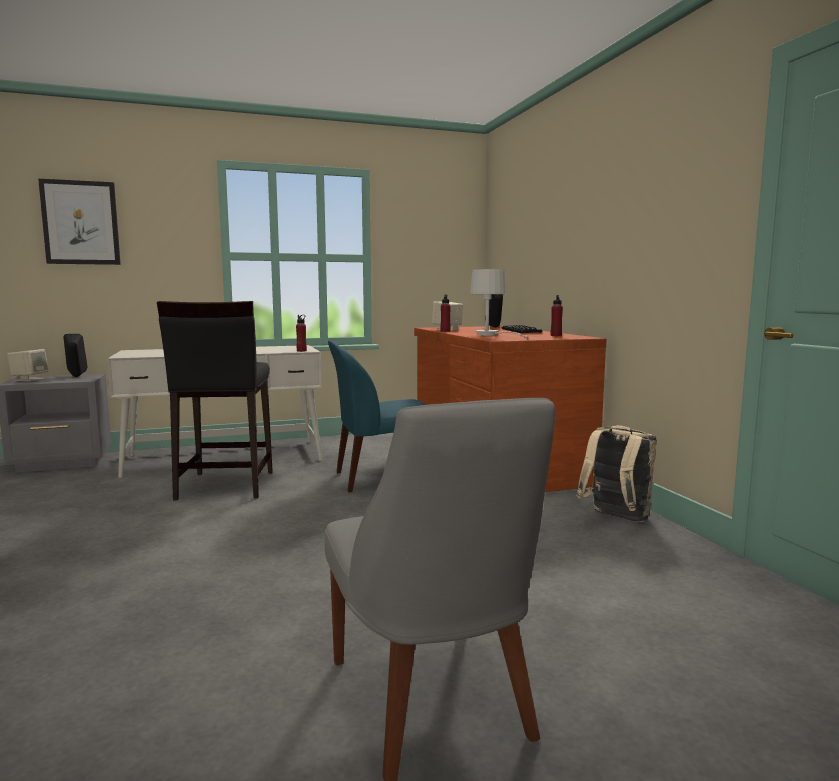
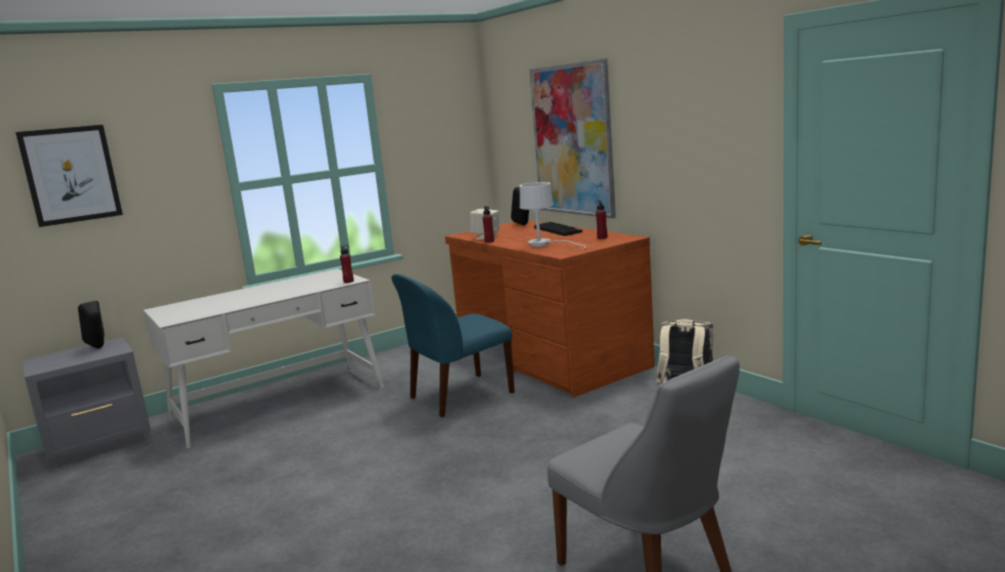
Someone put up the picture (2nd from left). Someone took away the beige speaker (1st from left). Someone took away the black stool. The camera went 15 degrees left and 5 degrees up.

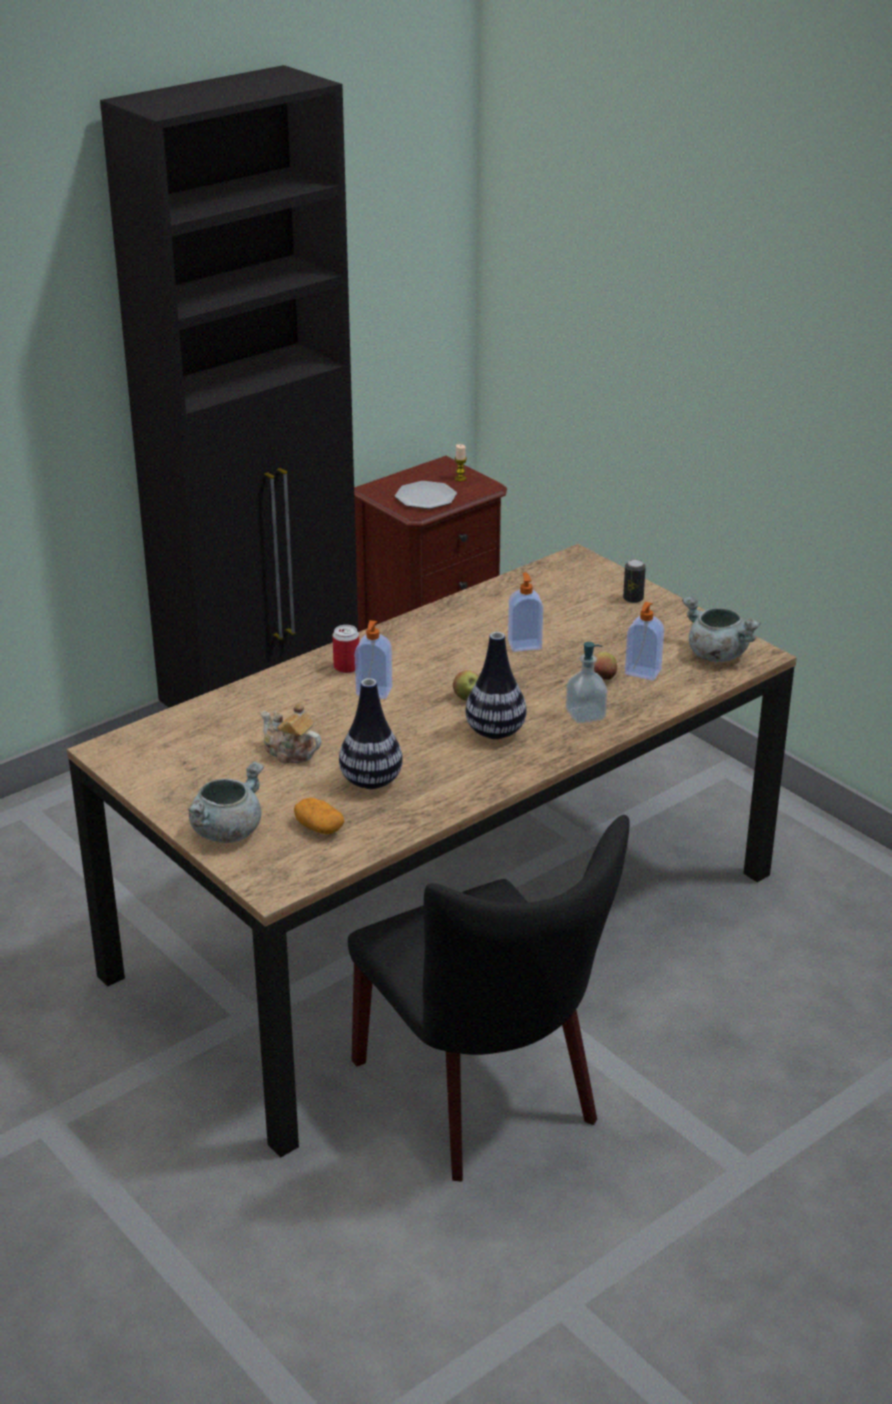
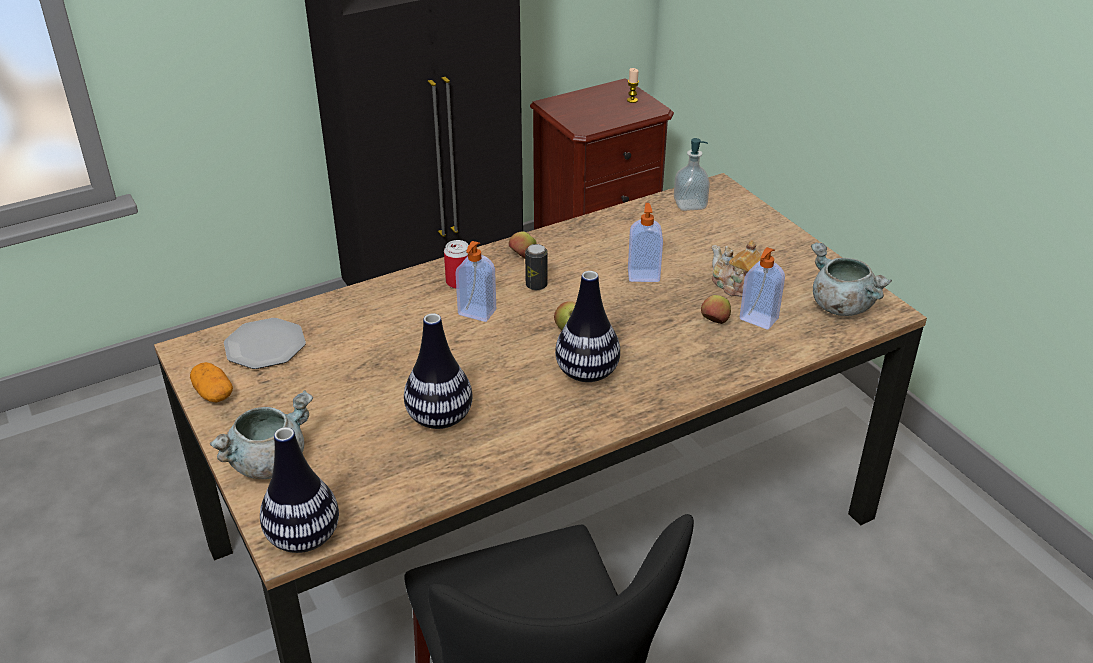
Someone carried the potato. Someone carried the plate. Someone put down the vase (1st from left). Someone put down the apple (1st from left). Someone carried the can (2nd from left). Someone carried the soap dispenser (3rd from left). Someone carried the teapot. The camera went 10 degrees right and 5 degrees up.

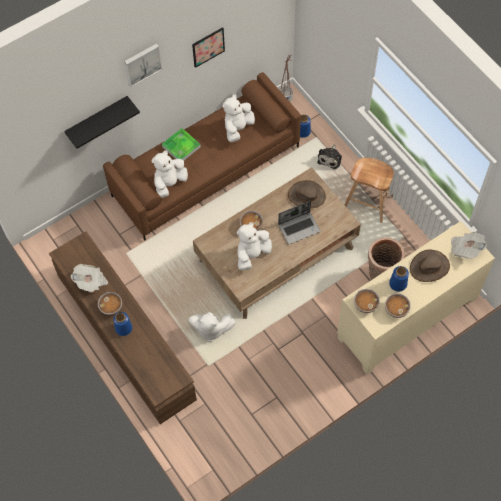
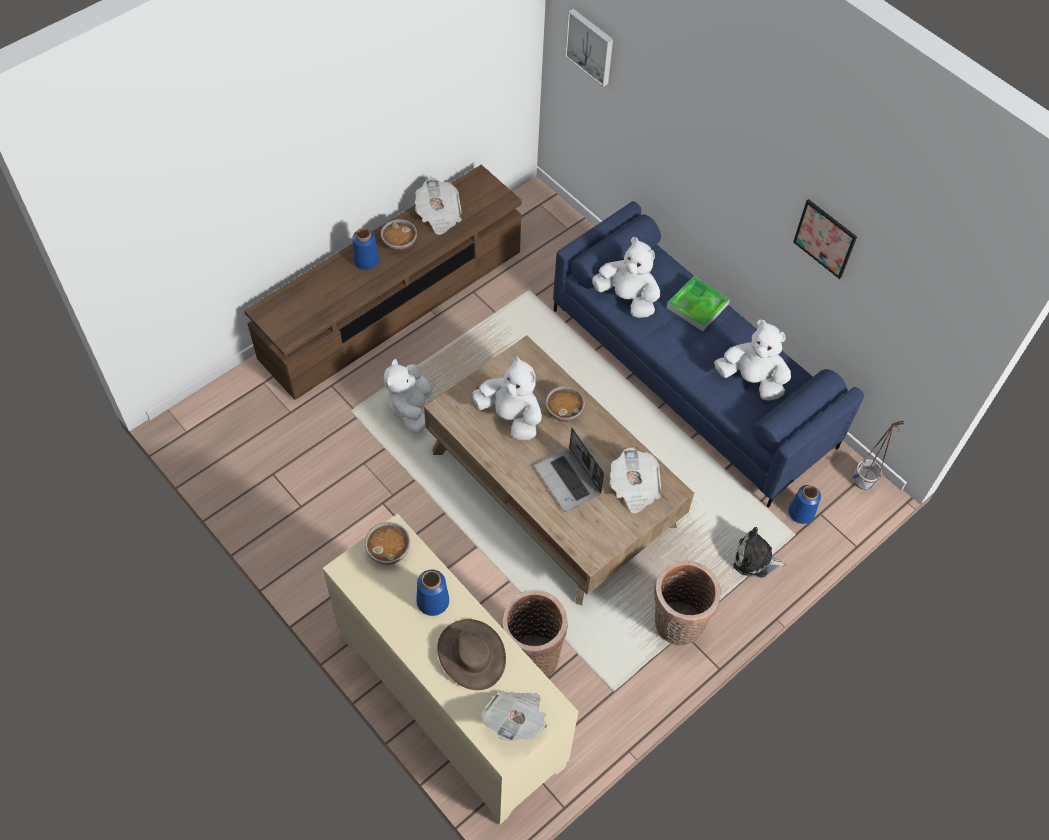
Someone repainted the brown sofa, which became the blue sofa. Someone carried the picture (1st from left). Someone swapped the brown hat (1st from left) for the newspaper (3rd from left). Someone swapped the brown stool for the basket (2nd from left). Someone took away the black shelf. Someone took away the bowl (4th from left). The camera went 80 degrees right and 5 degrees down.

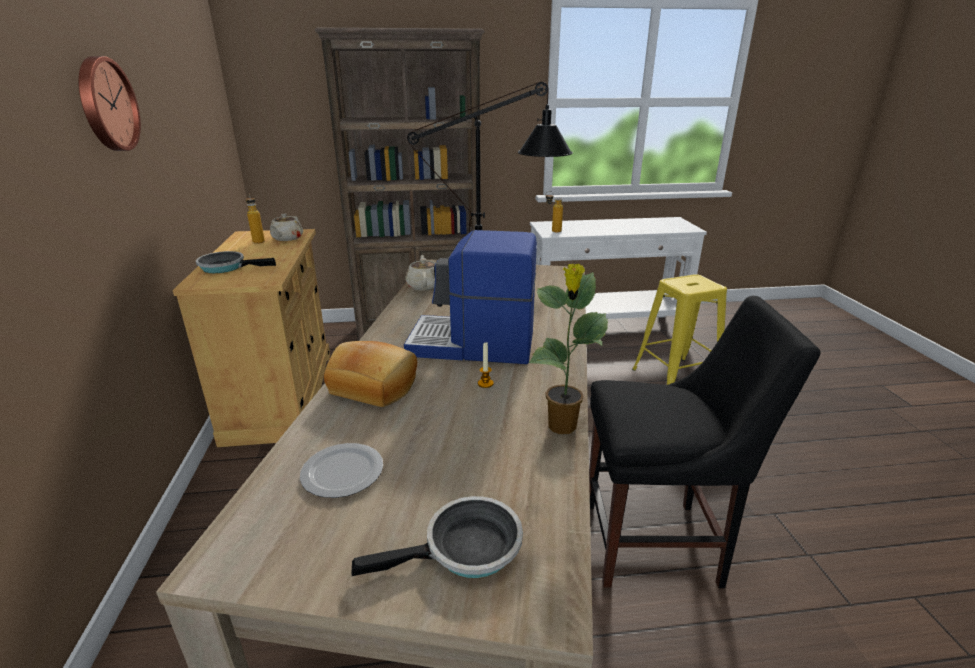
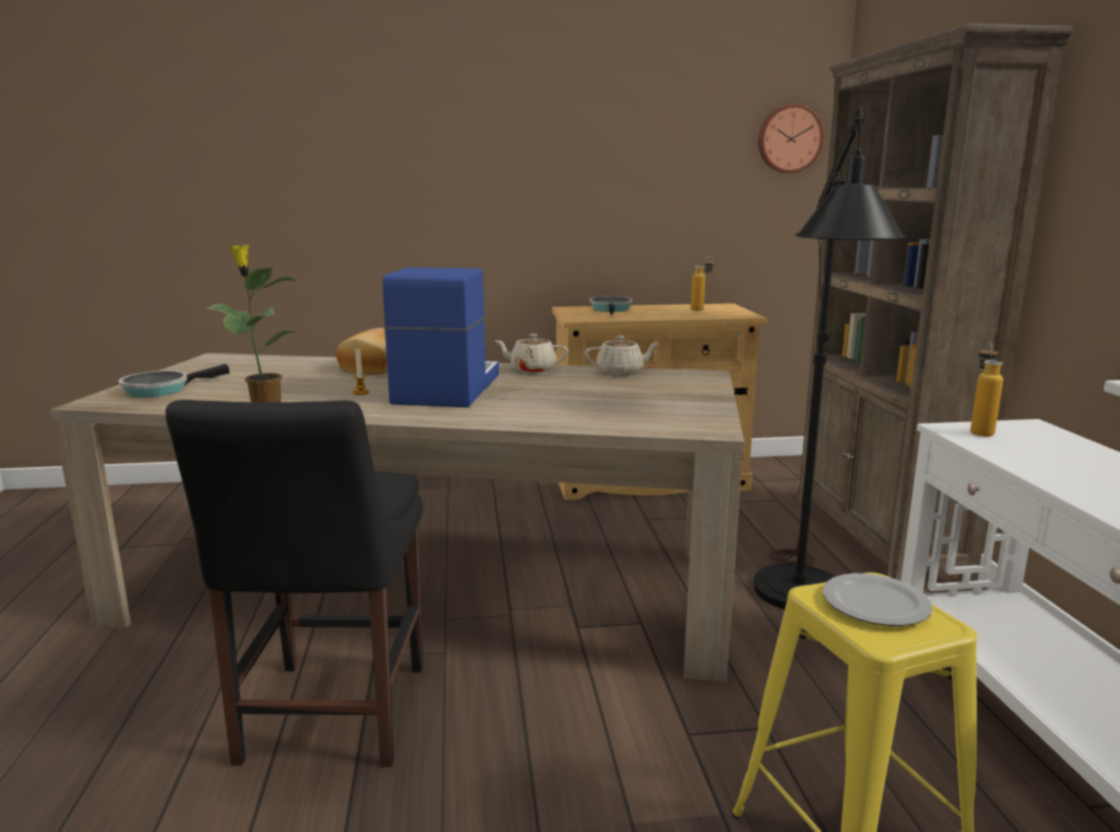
Someone rotated the frying pan (2nd from left in the first image) by 60 degrees clockwise. Someone carried the beige teapot (1st from left). Someone carried the wall clock. Someone carried the plate. The camera went 90 degrees right and 10 degrees down.

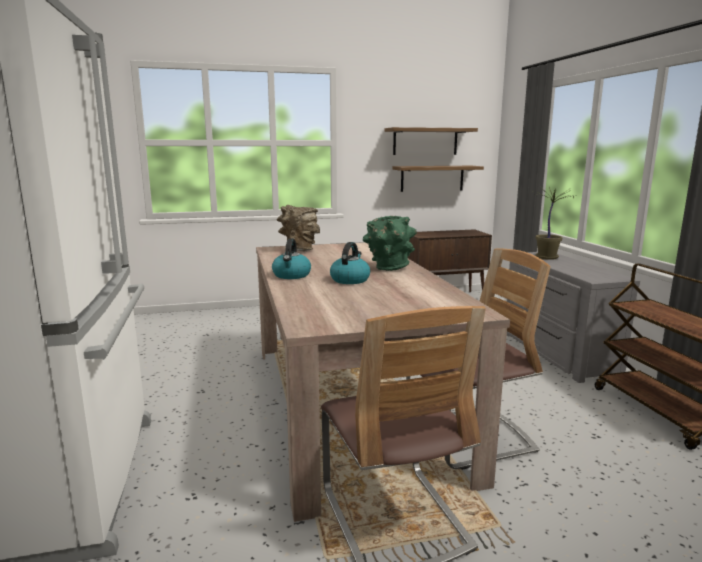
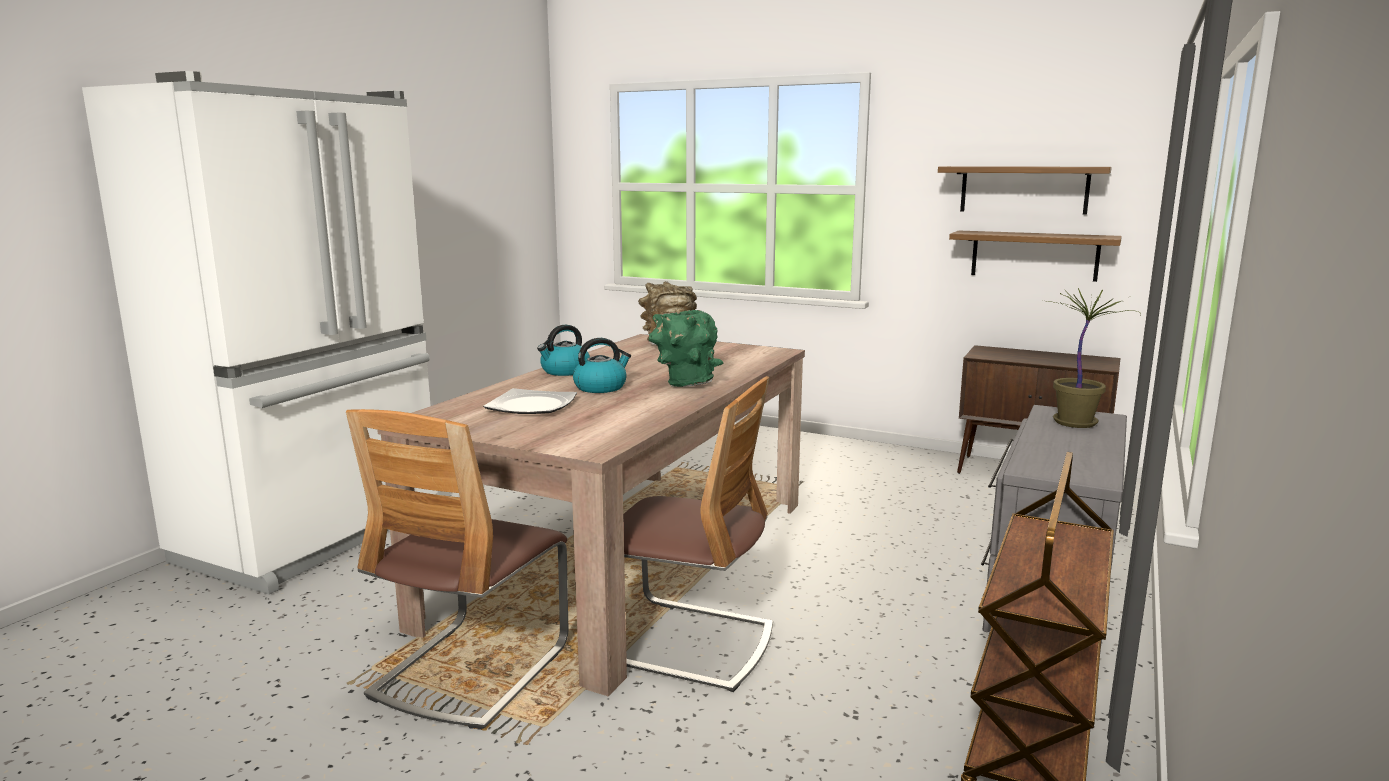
Someone put down the plate. The camera went 40 degrees right and 0 degrees up.

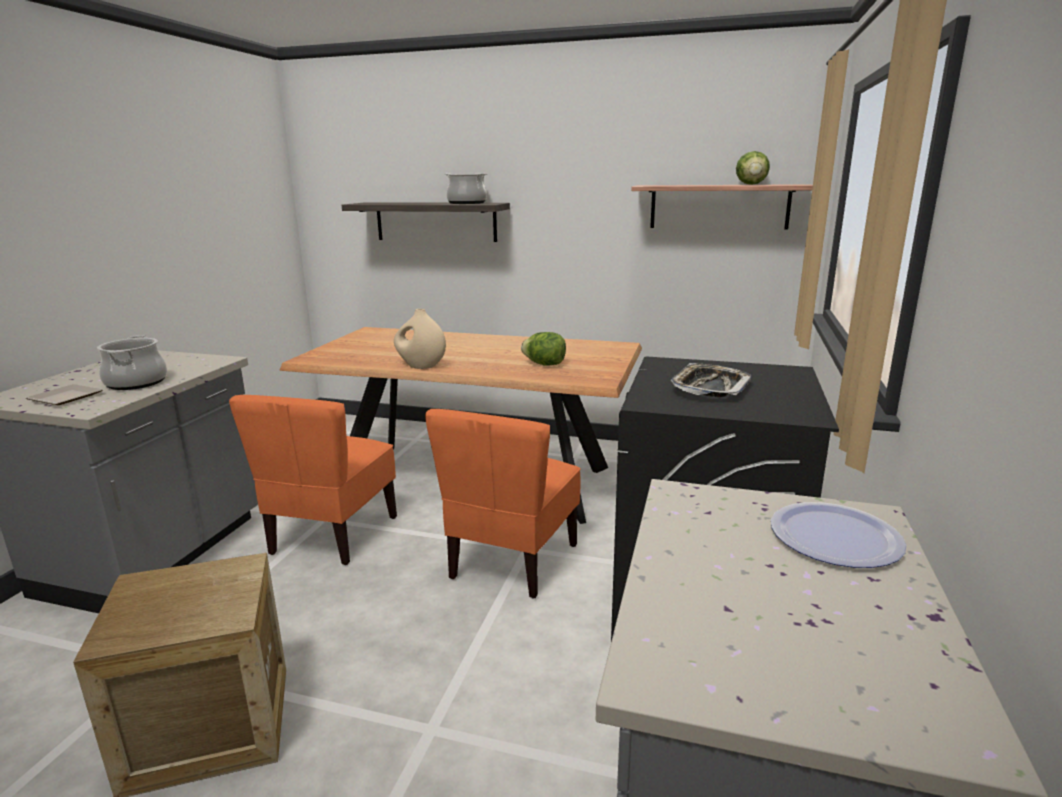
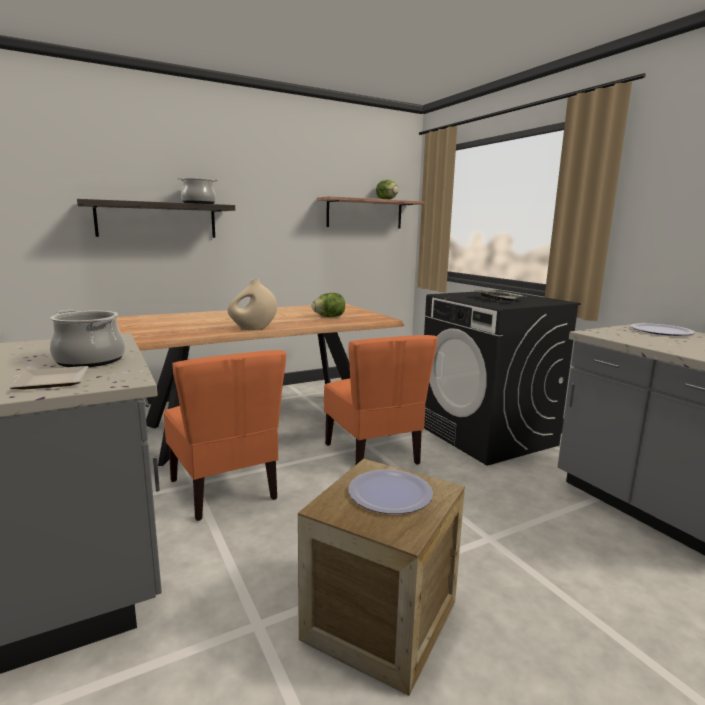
Someone put down the plate (2nd from left). The camera went 45 degrees left and 5 degrees down.

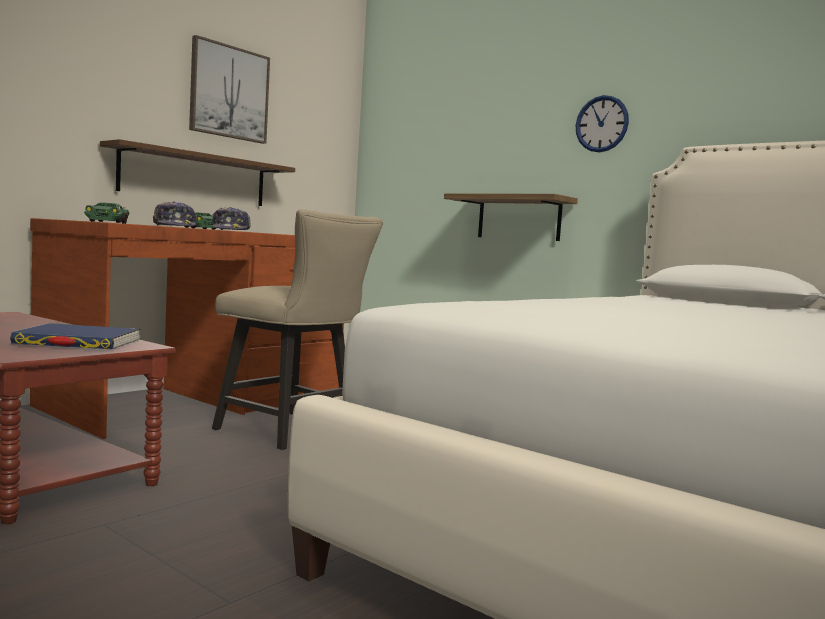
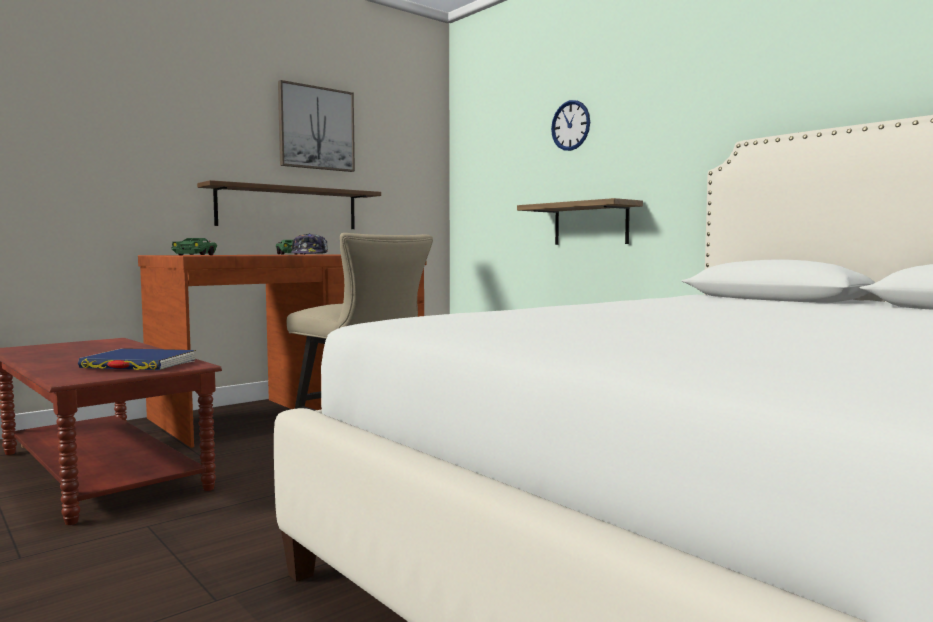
Someone carried the wall clock. Someone took away the cap (1st from left). The camera went 10 degrees right and 0 degrees up.

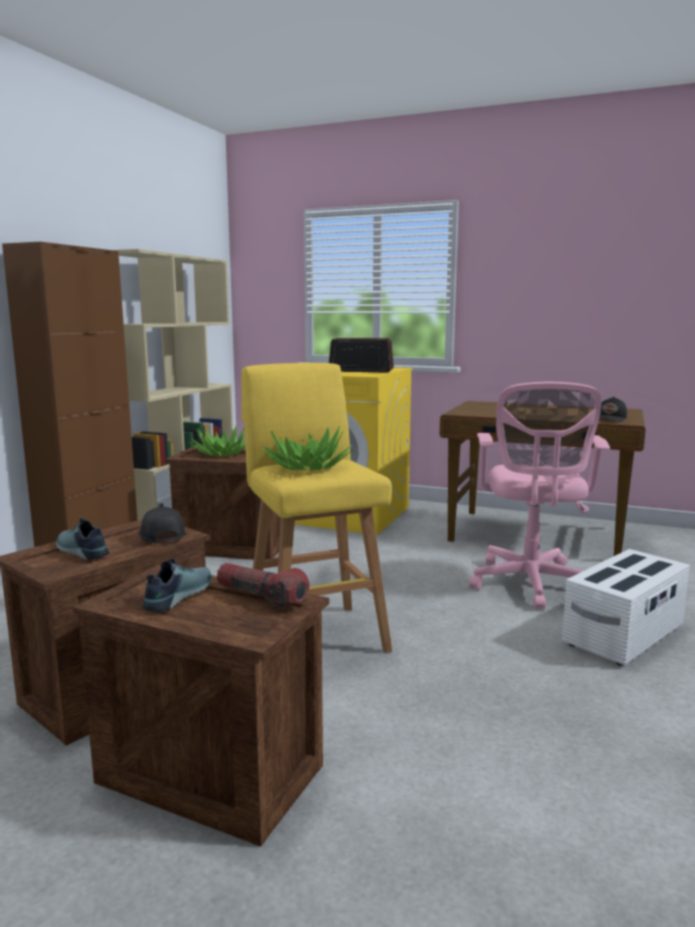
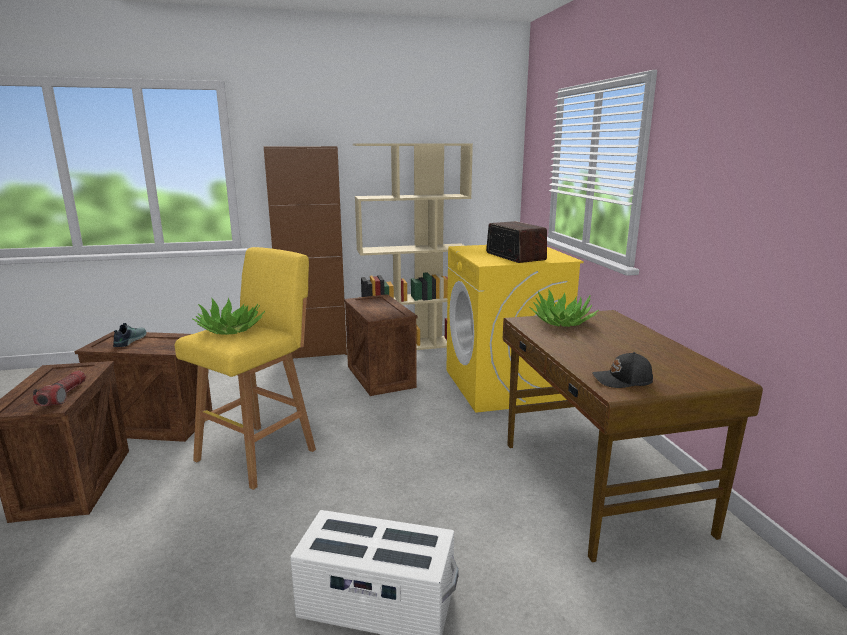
Someone carried the potted plant (1st from left in the first image). Someone took away the black cap (1st from left). Someone took away the shoe (2nd from left). Someone took away the pink office chair. The camera went 55 degrees right and 5 degrees up.

